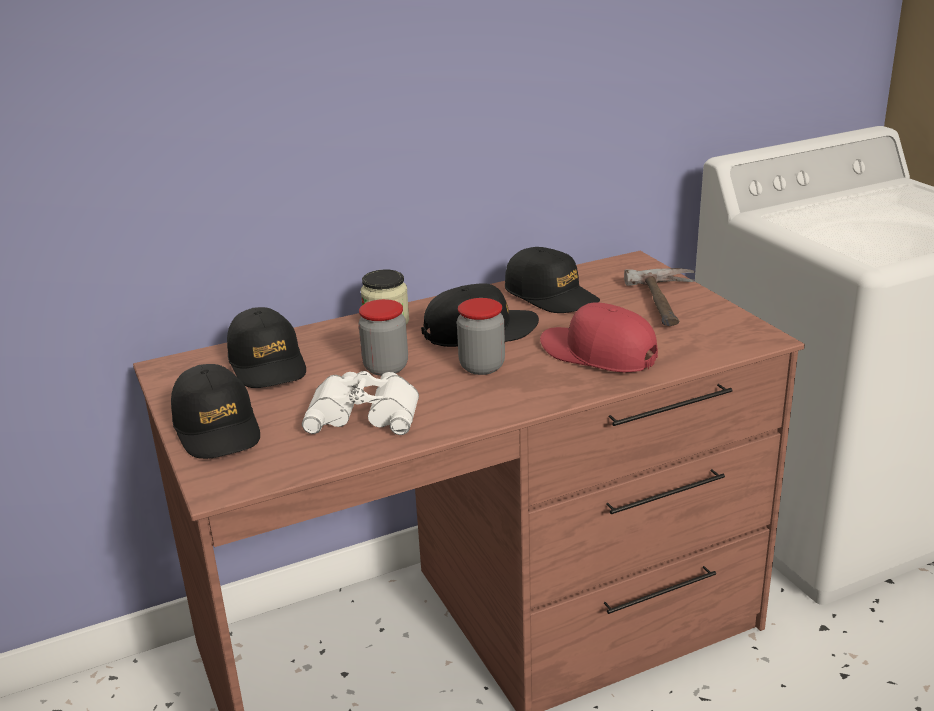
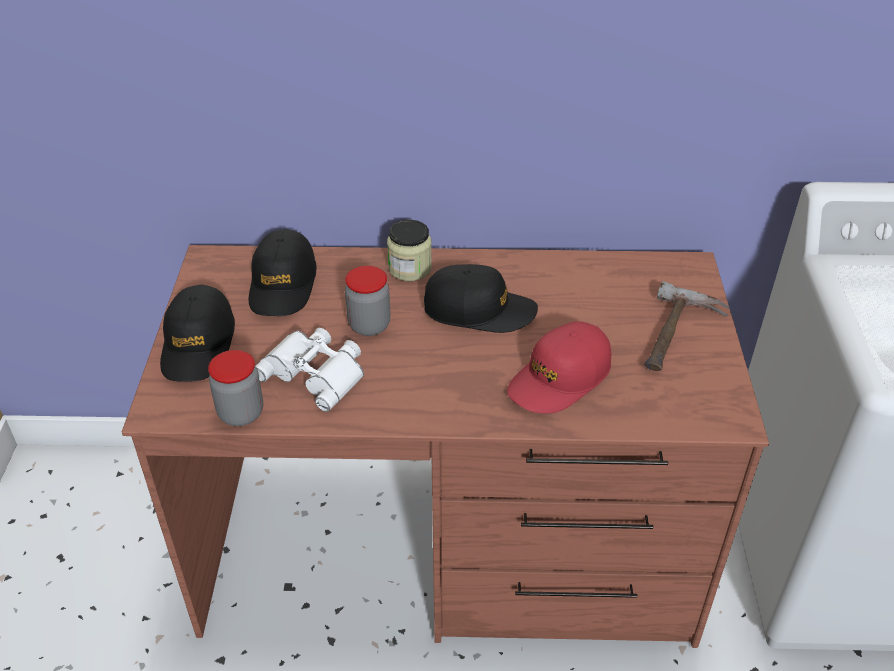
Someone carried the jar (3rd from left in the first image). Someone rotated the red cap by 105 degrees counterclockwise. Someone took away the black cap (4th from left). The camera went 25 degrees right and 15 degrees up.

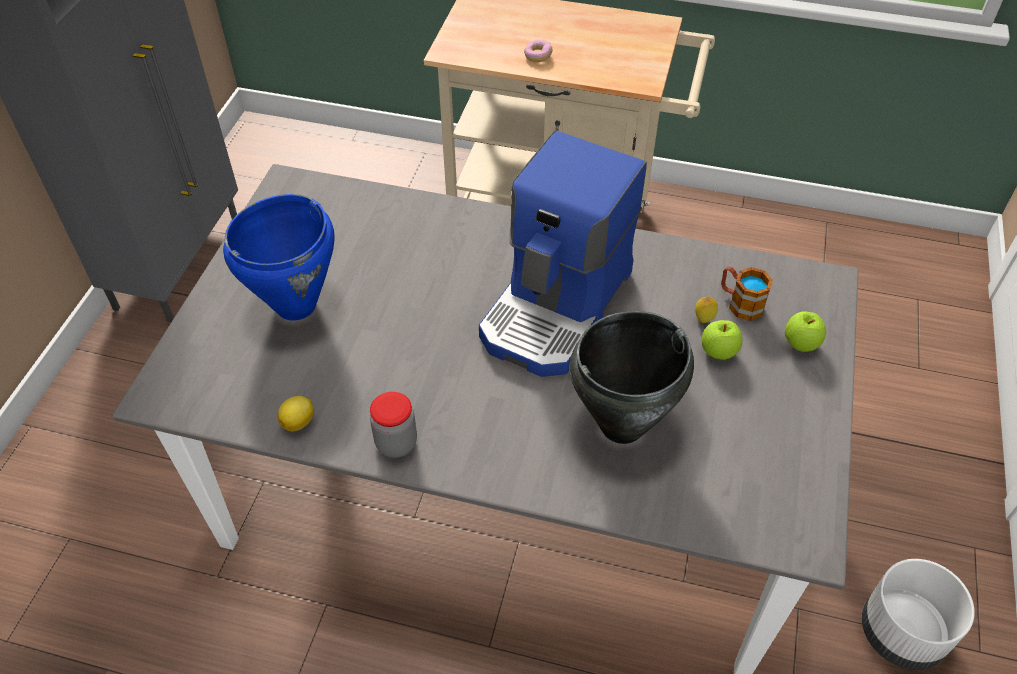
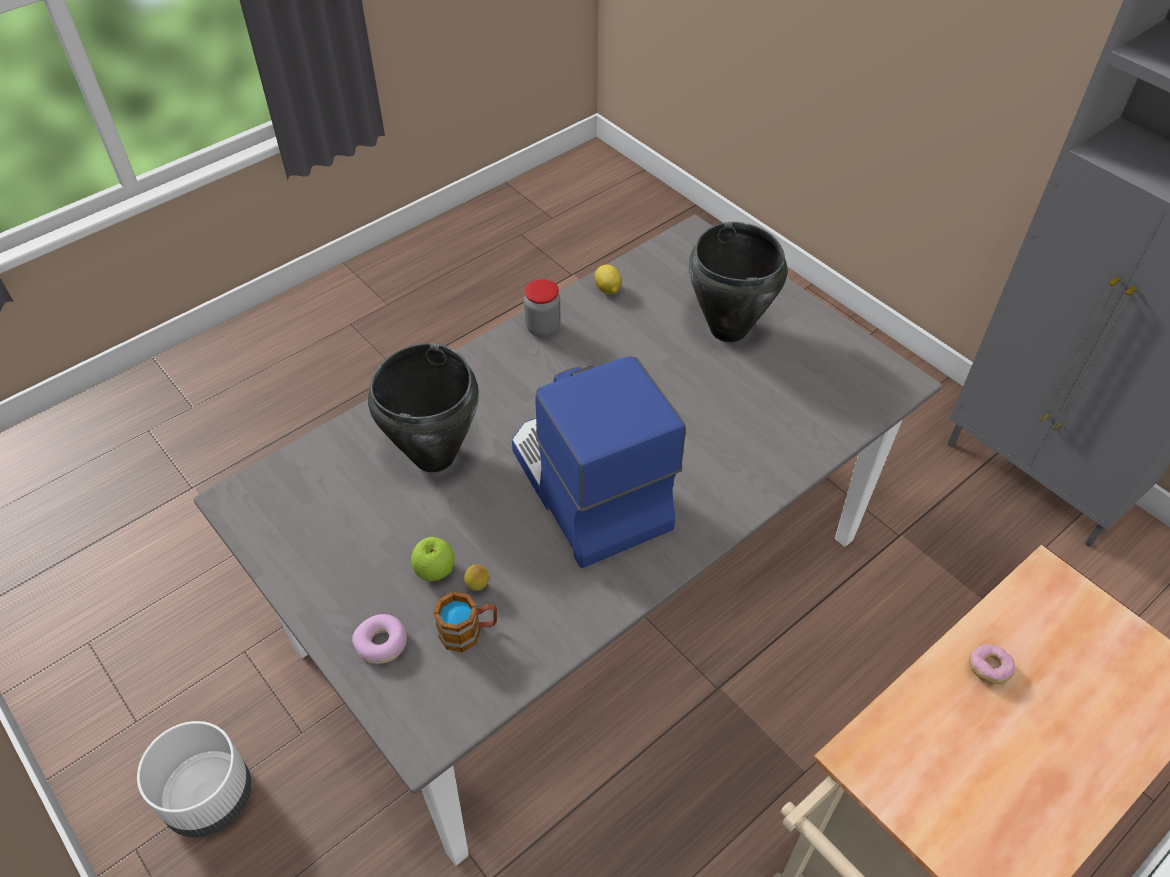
Someone swapped the apple (2nd from left) for the donut (1st from left). Someone repainted the blue cooking pot, which became the black cooking pot (2nd from left). The camera went 125 degrees right and 0 degrees up.

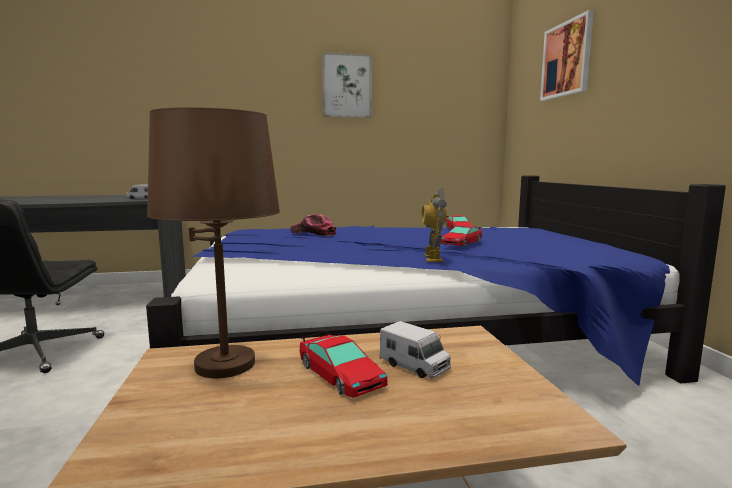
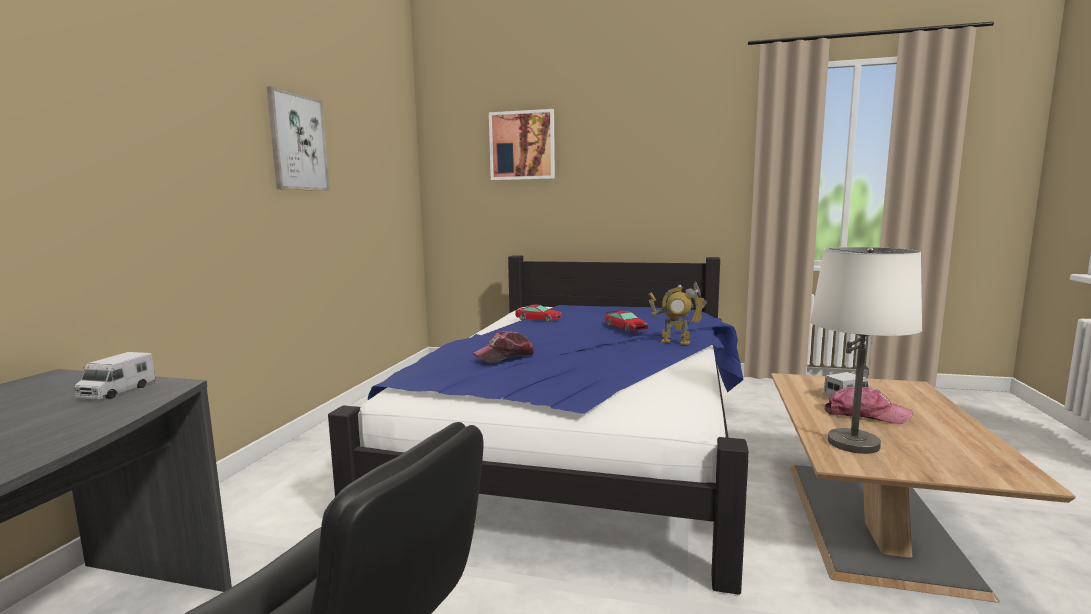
Someone repainted the brown table lamp, which became the white table lamp. Someone swapped the toy car (1st from left) for the cap (2nd from left). The camera went 65 degrees left and 0 degrees up.

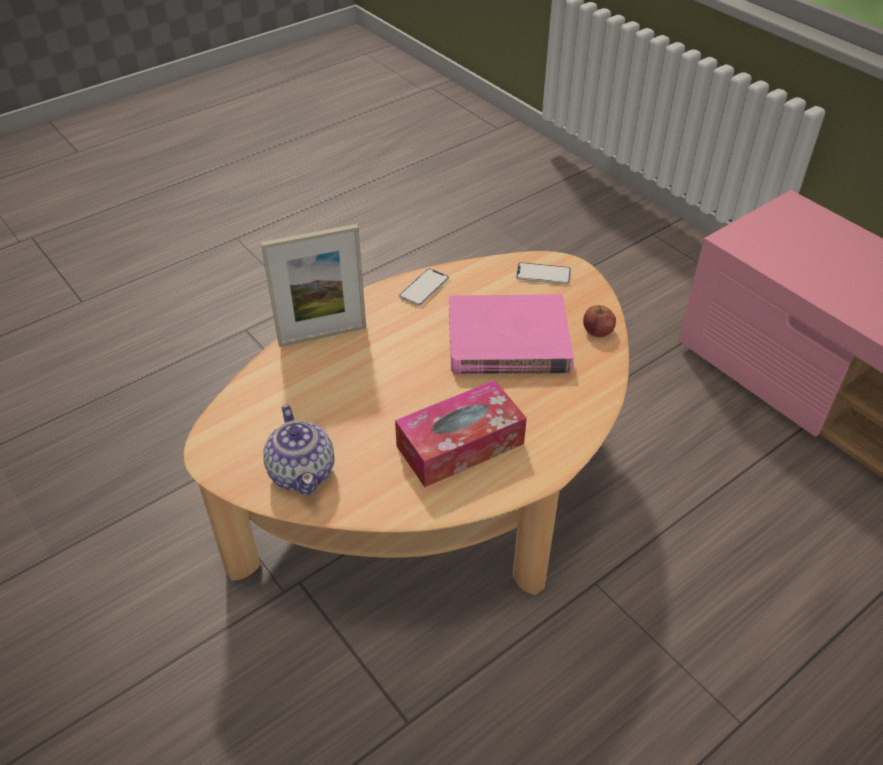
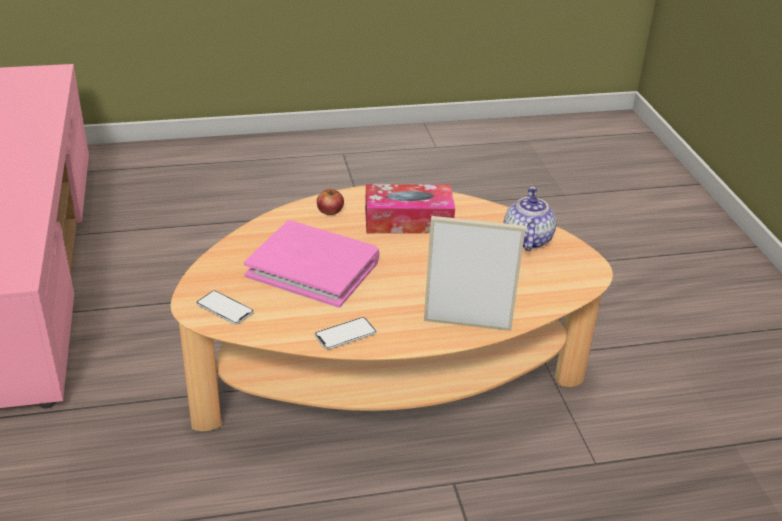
Someone carried the apple. The camera went 155 degrees left and 10 degrees down.

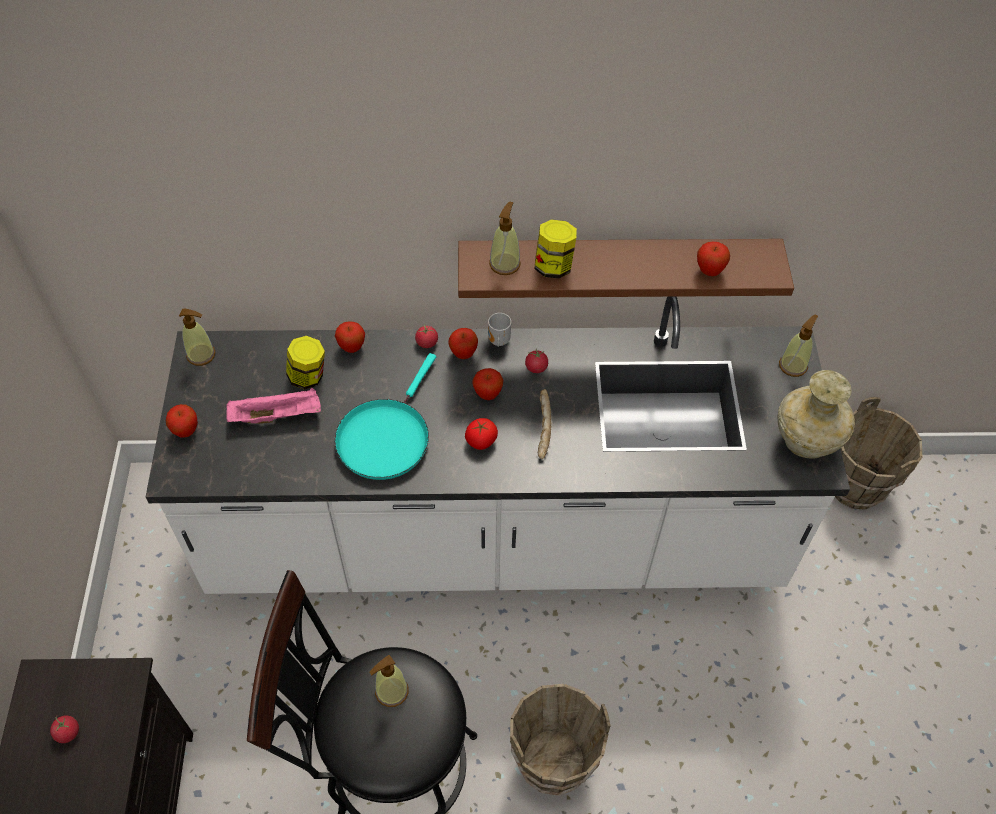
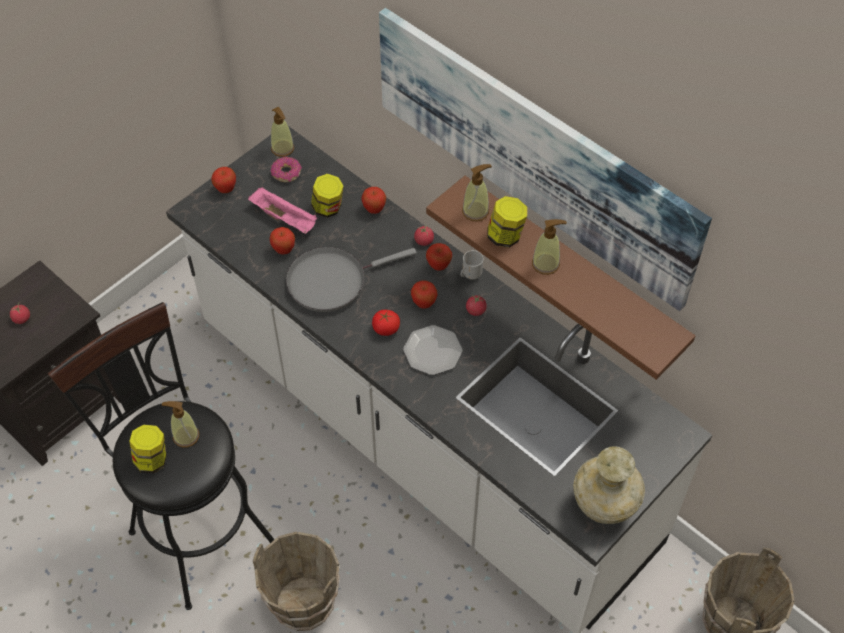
Someone put down the jar (1st from left). Someone carried the apple (5th from left in the first image). Someone put down the donut. Someone repainted the turquoise frying pan, which became the grey frying pan. Someone put up the picture. Someone swapped the bread for the plate. Someone carried the soap dispenser (4th from left). The camera went 45 degrees right and 0 degrees up.

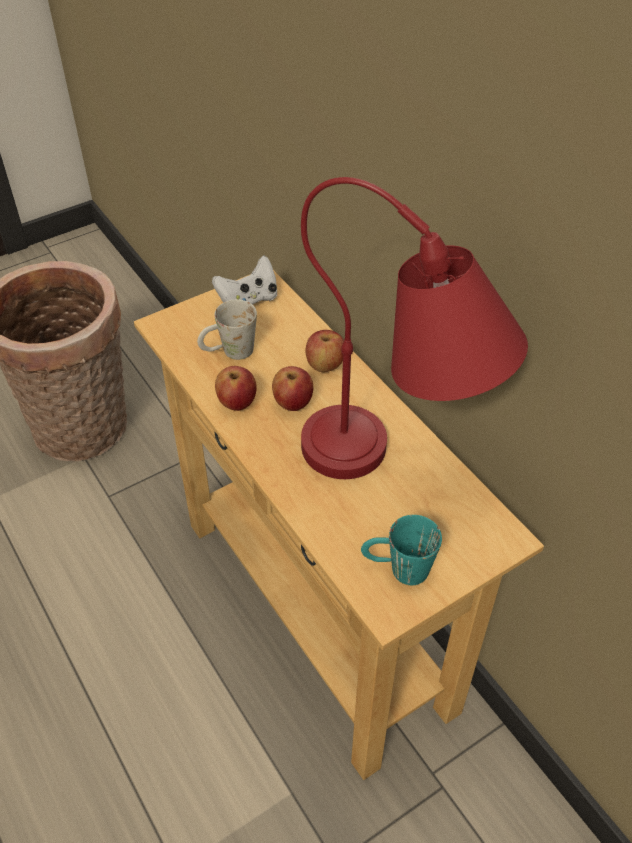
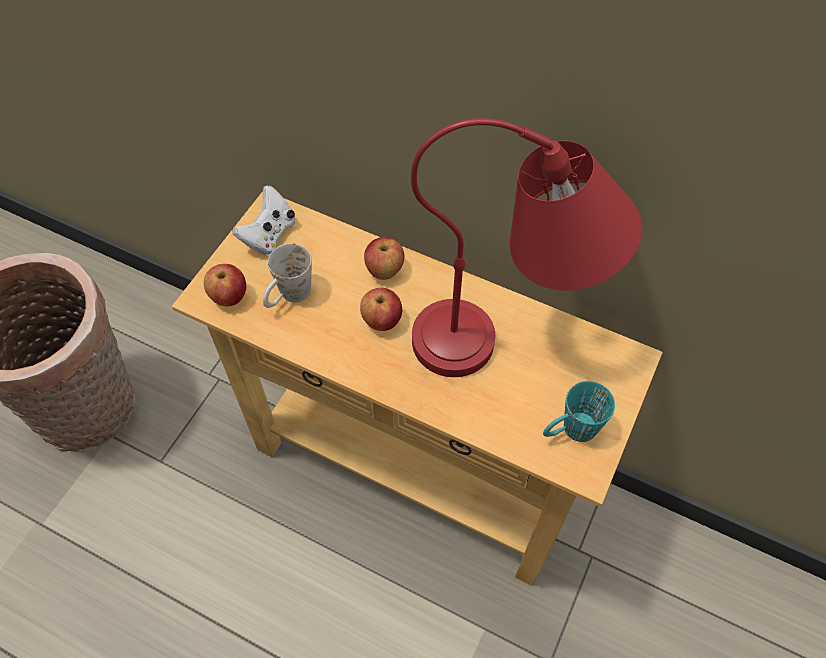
Someone carried the apple (1st from left). The camera went 30 degrees left and 10 degrees up.

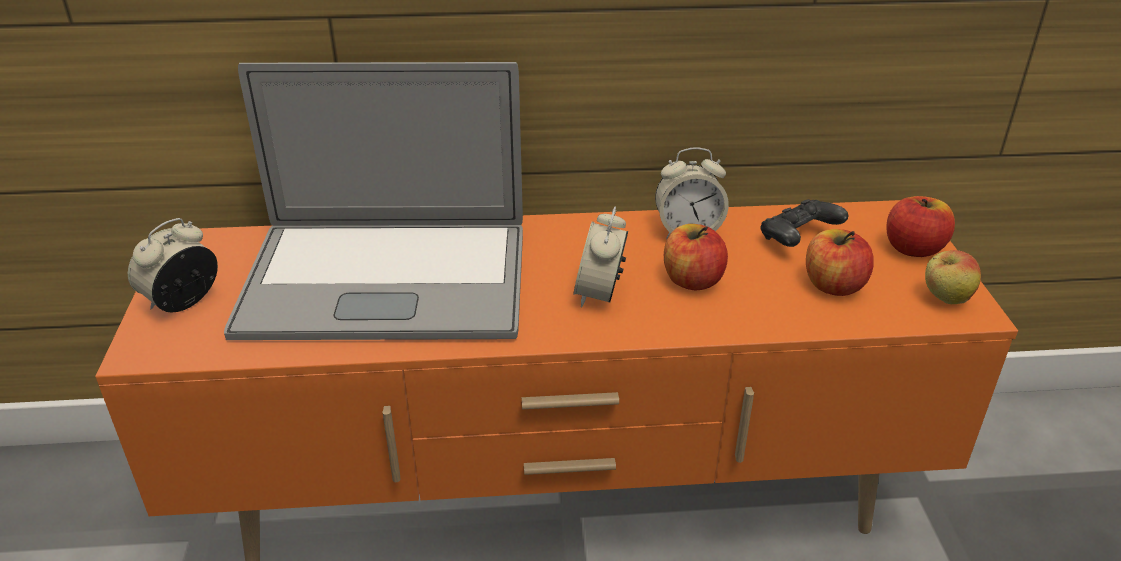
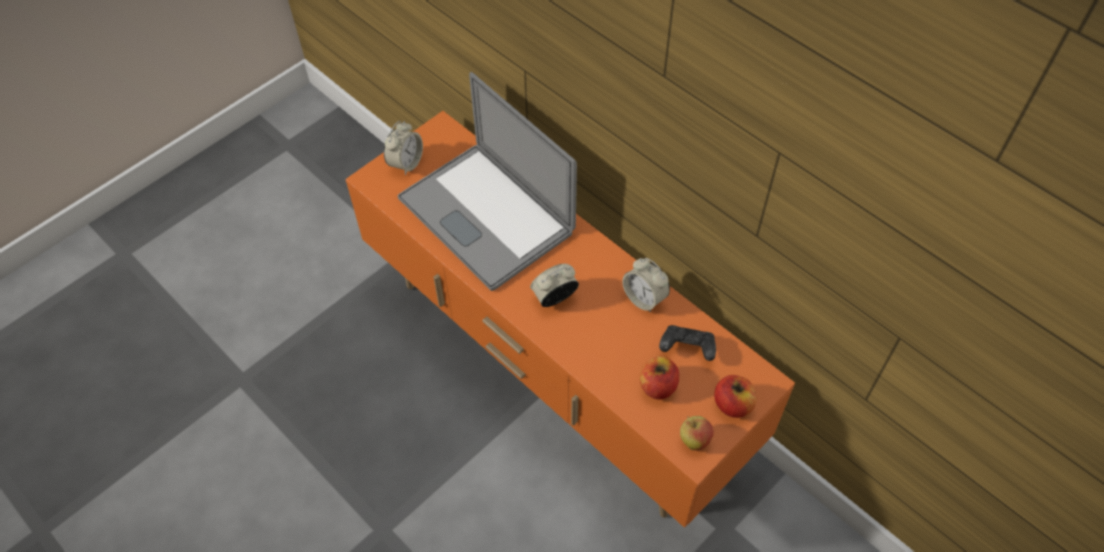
Someone rotated the alarm clock (1st from left) by 120 degrees clockwise. Someone took away the apple (1st from left). The camera went 50 degrees right and 20 degrees up.

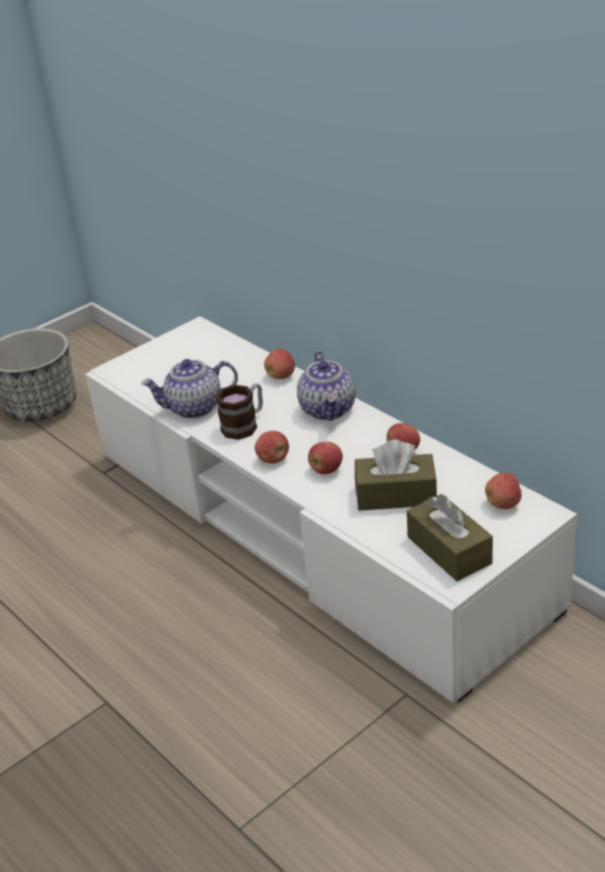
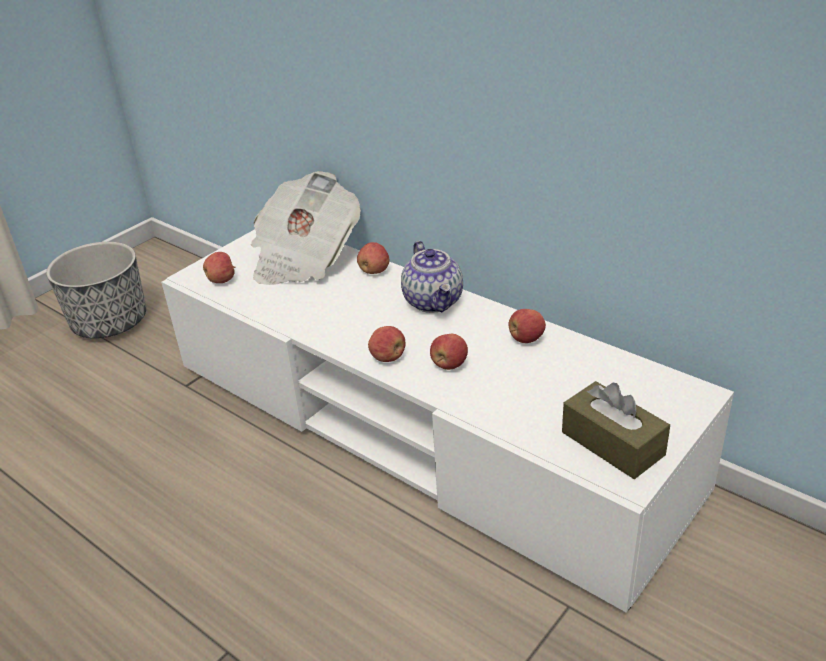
Someone carried the apple (5th from left in the first image). Someone put down the newspaper. Someone took away the teapot (1st from left). Someone took away the mug. Someone took away the brown tissue box (1st from left). The camera went 10 degrees left and 0 degrees up.

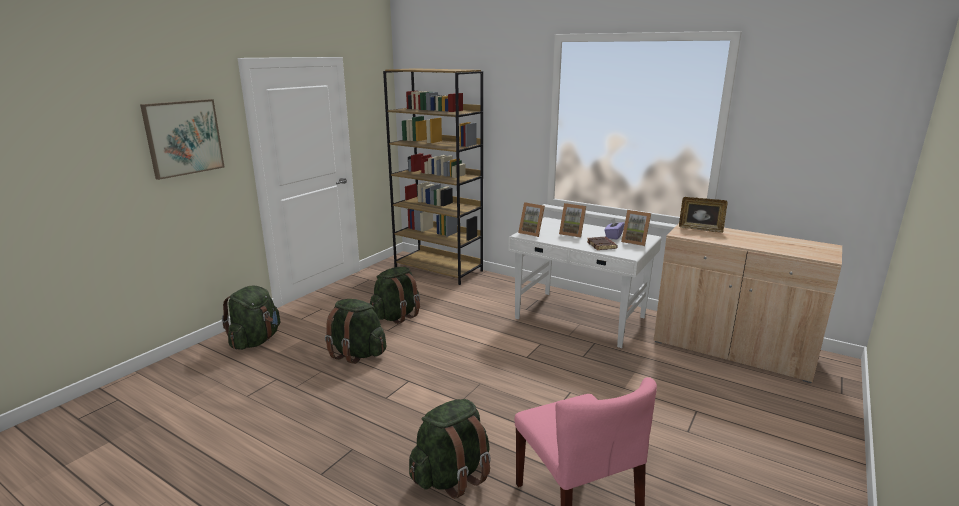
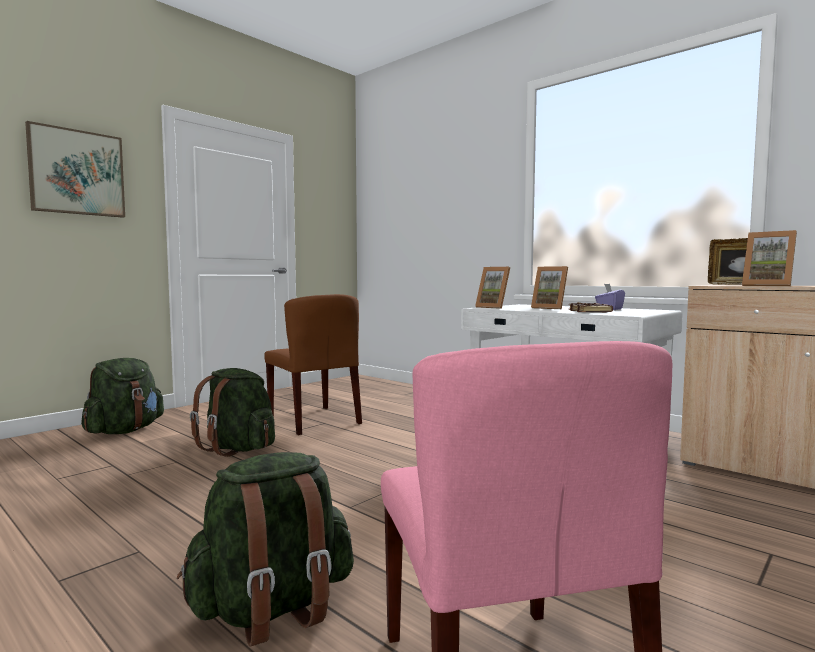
Someone swapped the green backpack (3rd from left) for the brown chair. Someone carried the picture frame (3rd from left in the first image). Someone took away the brown bookcase. The camera went 10 degrees right and 15 degrees down.

